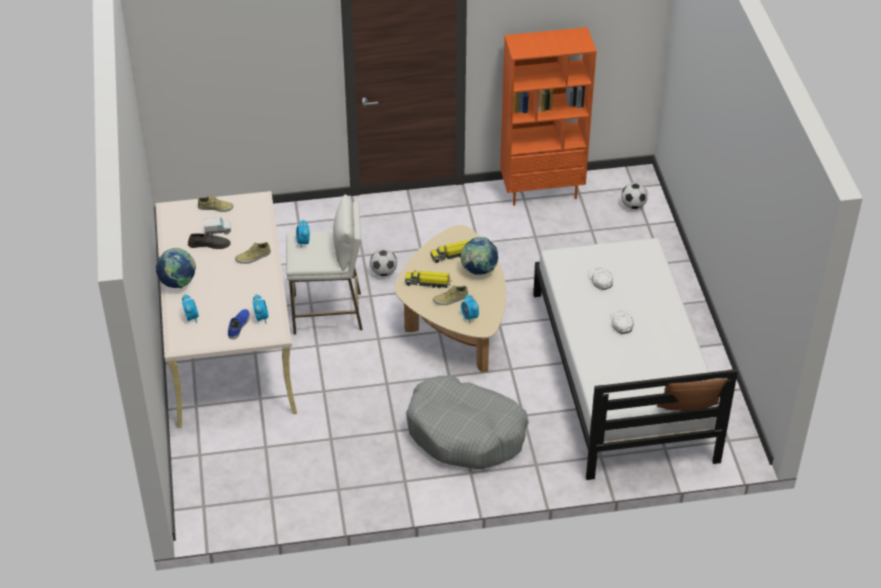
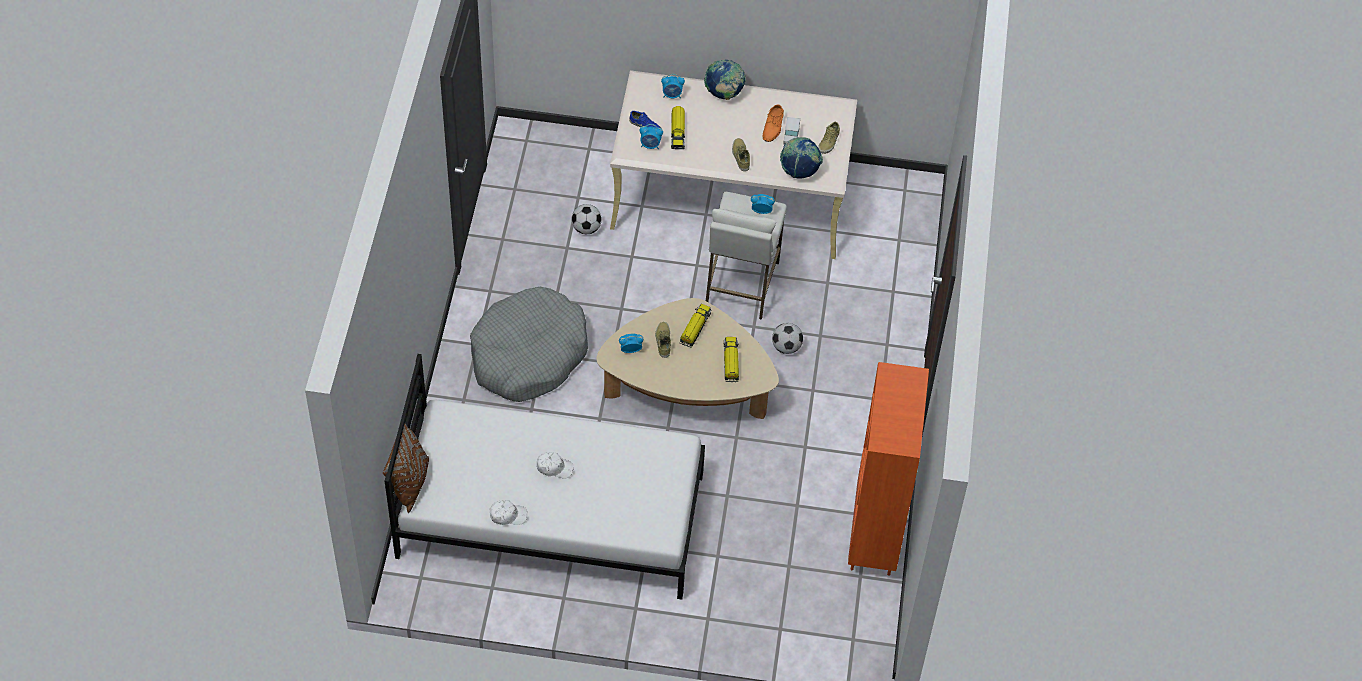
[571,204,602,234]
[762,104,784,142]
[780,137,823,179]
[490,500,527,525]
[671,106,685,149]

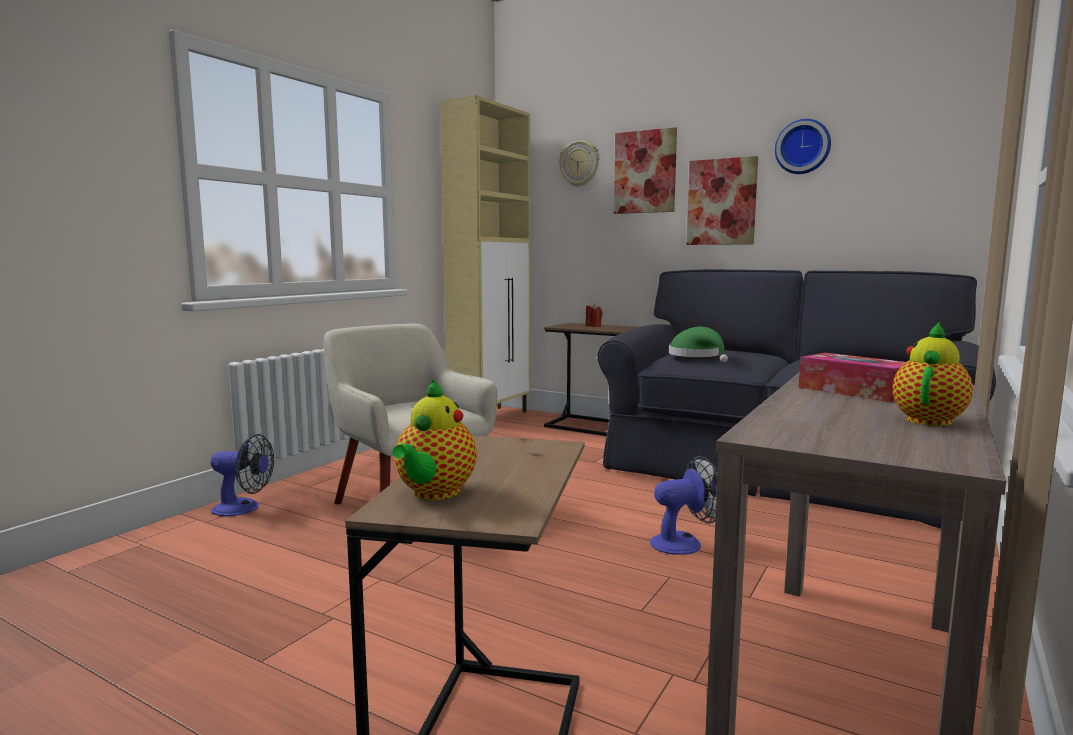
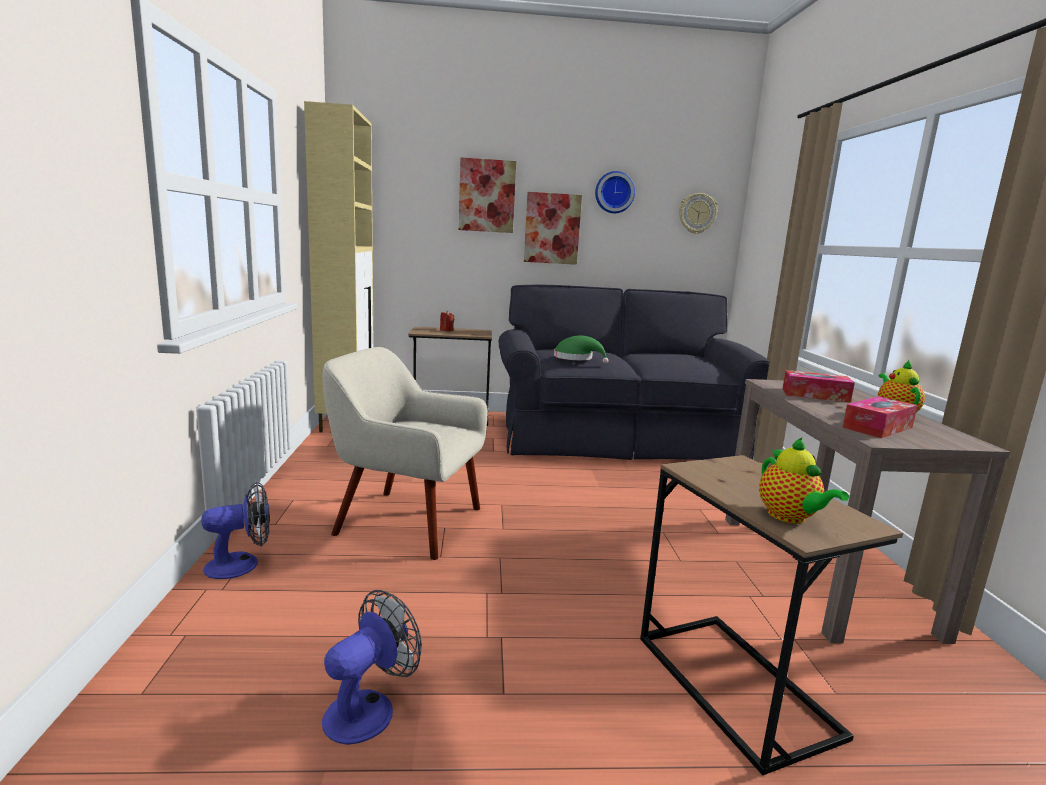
[679,193,718,234]
[322,590,422,745]
[842,396,918,438]

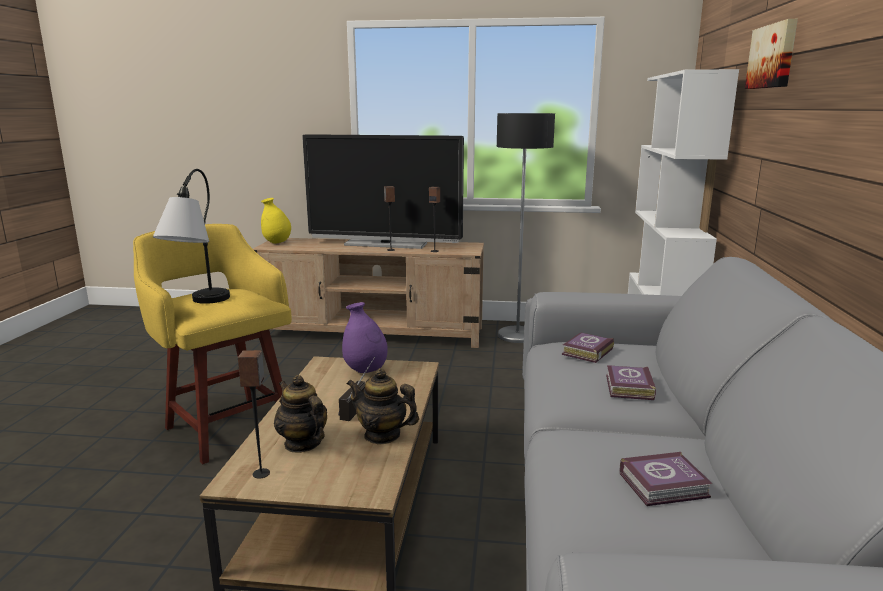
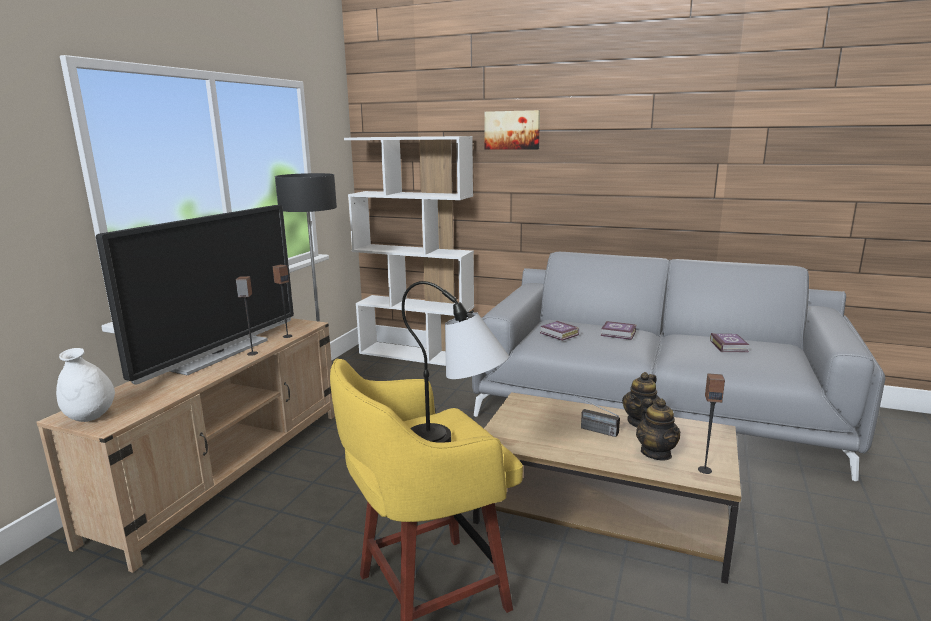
[56,348,115,422]
[342,302,388,373] (first image)
[636,398,680,461]

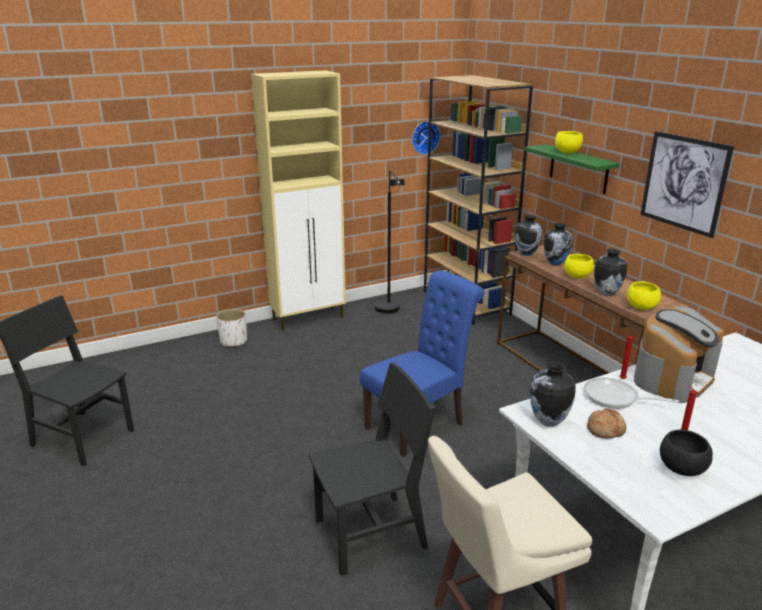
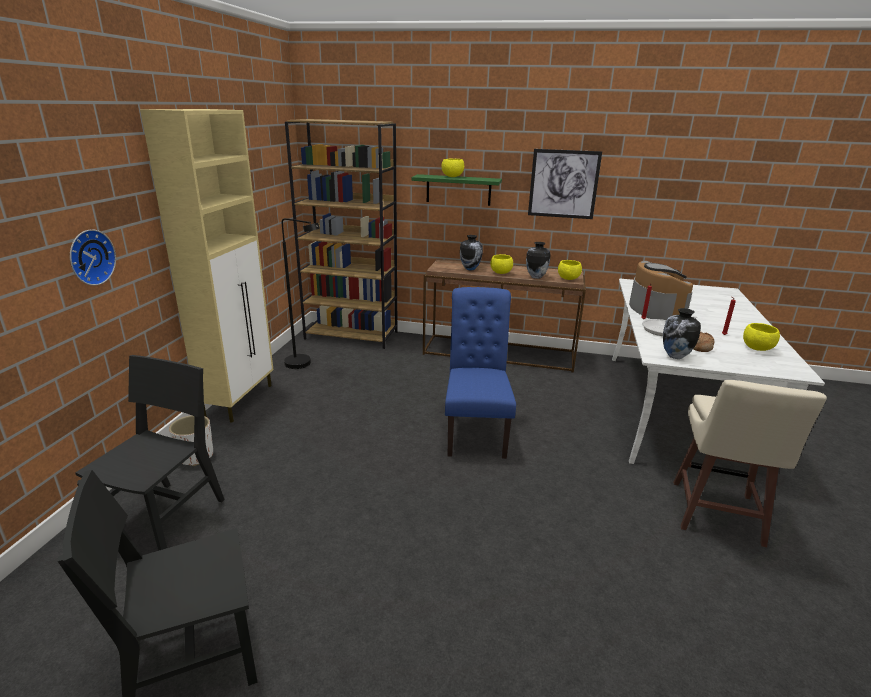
[70,229,116,286]
[515,215,542,256] (first image)
[75,355,225,551]
[743,323,780,351]

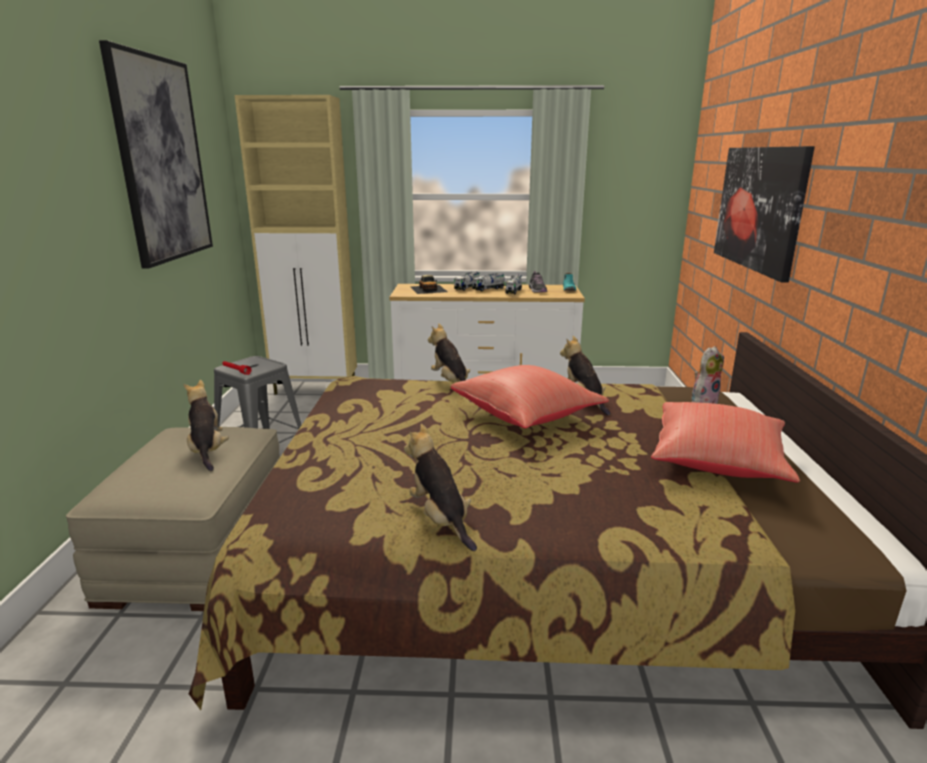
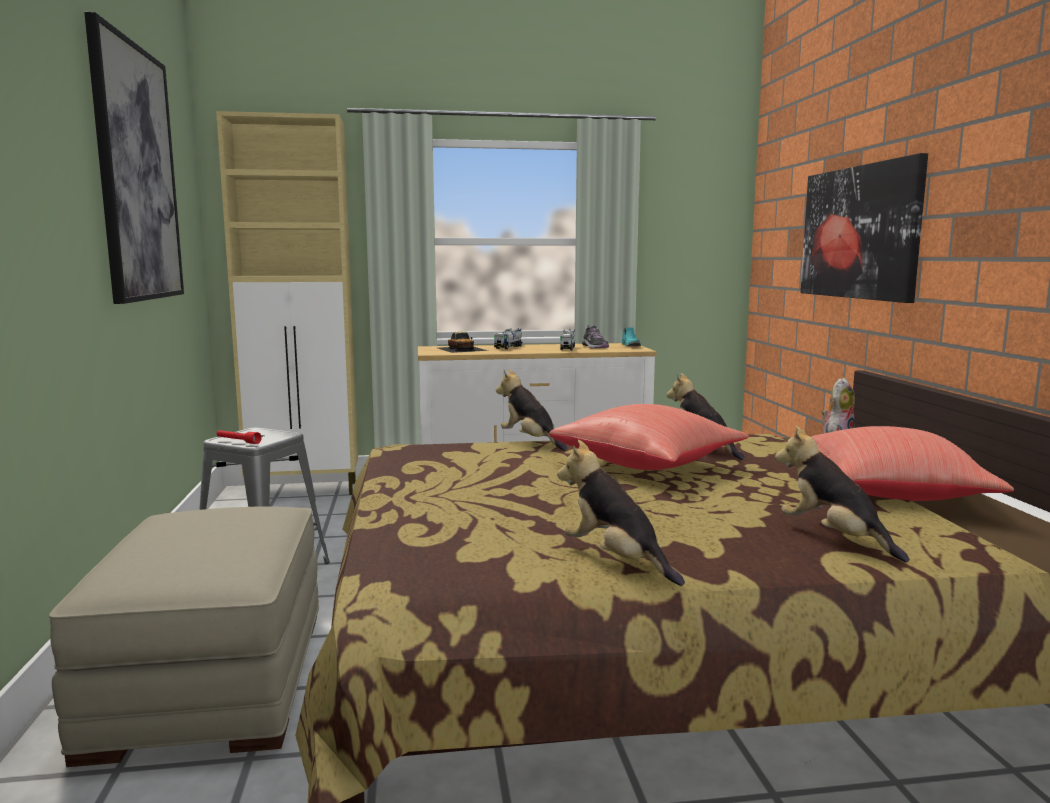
[472,273,505,291] (first image)
[775,426,909,562]

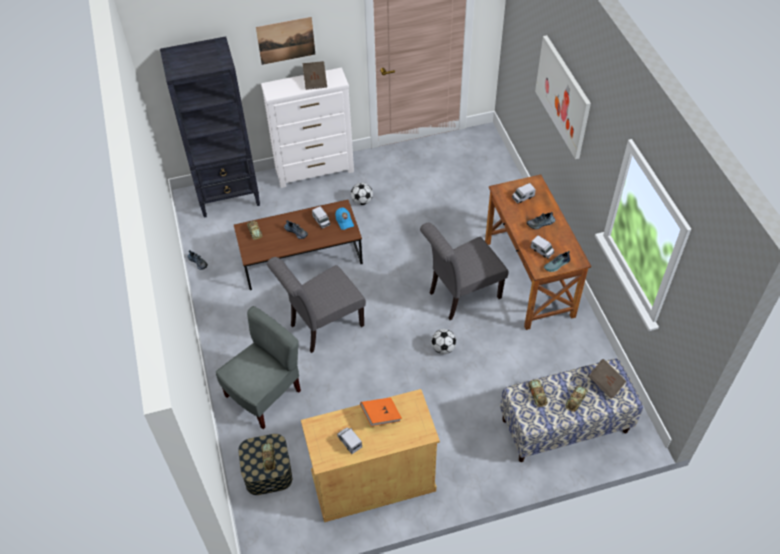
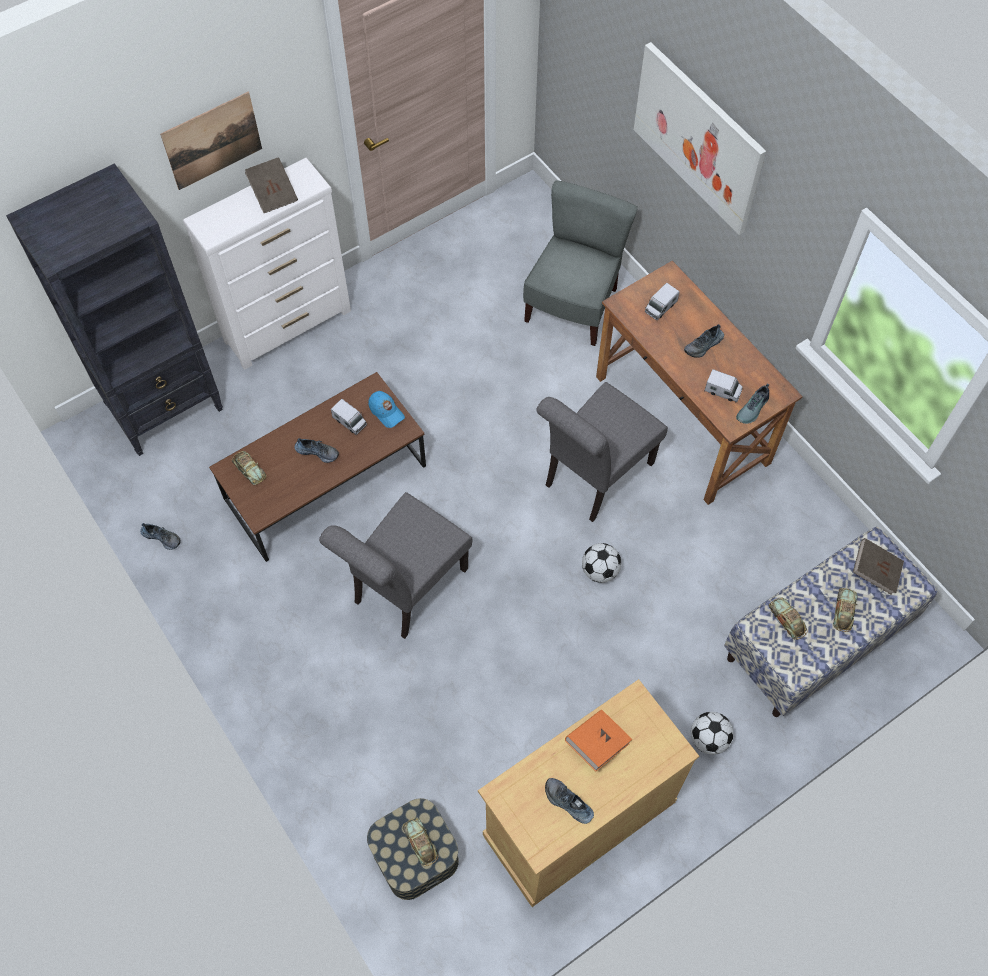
[691,712,734,755]
[523,180,638,346]
[545,778,594,824]

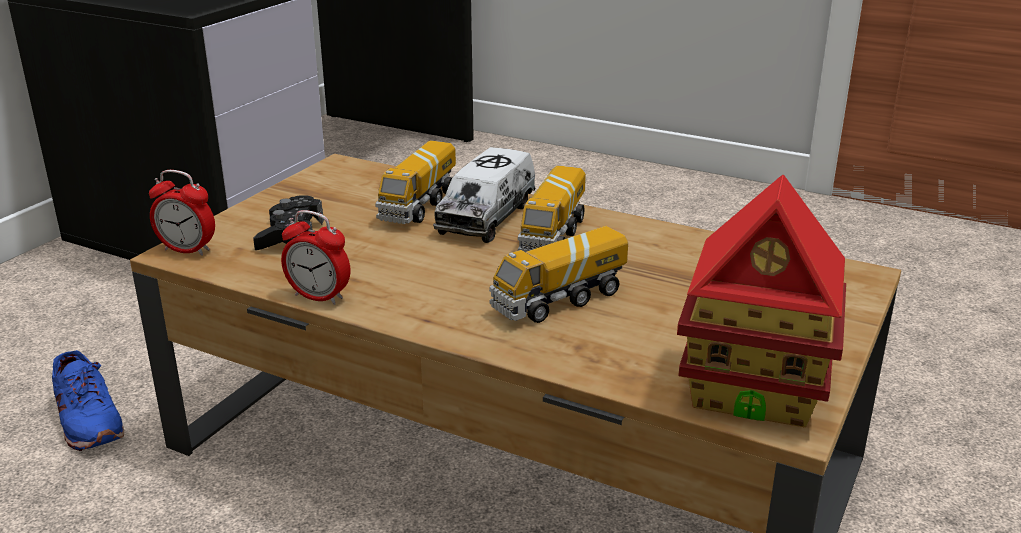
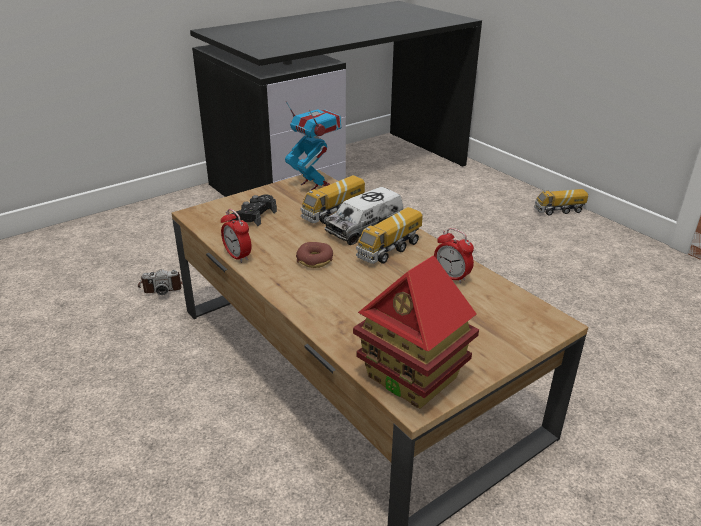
[434,228,474,284]
[534,189,588,216]
[138,269,183,295]
[285,101,341,190]
[296,242,333,268]

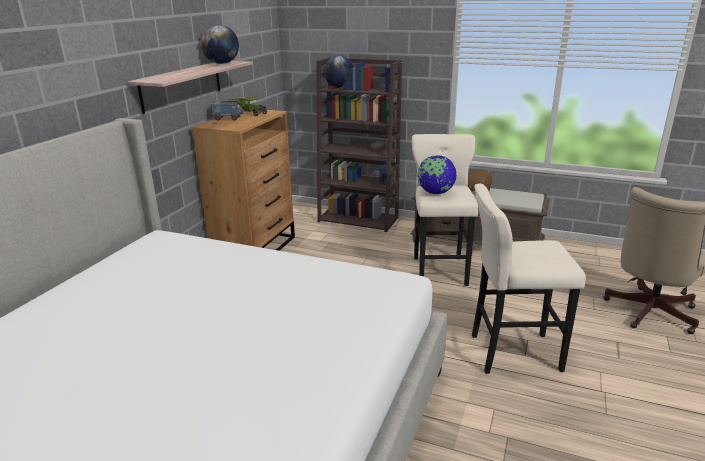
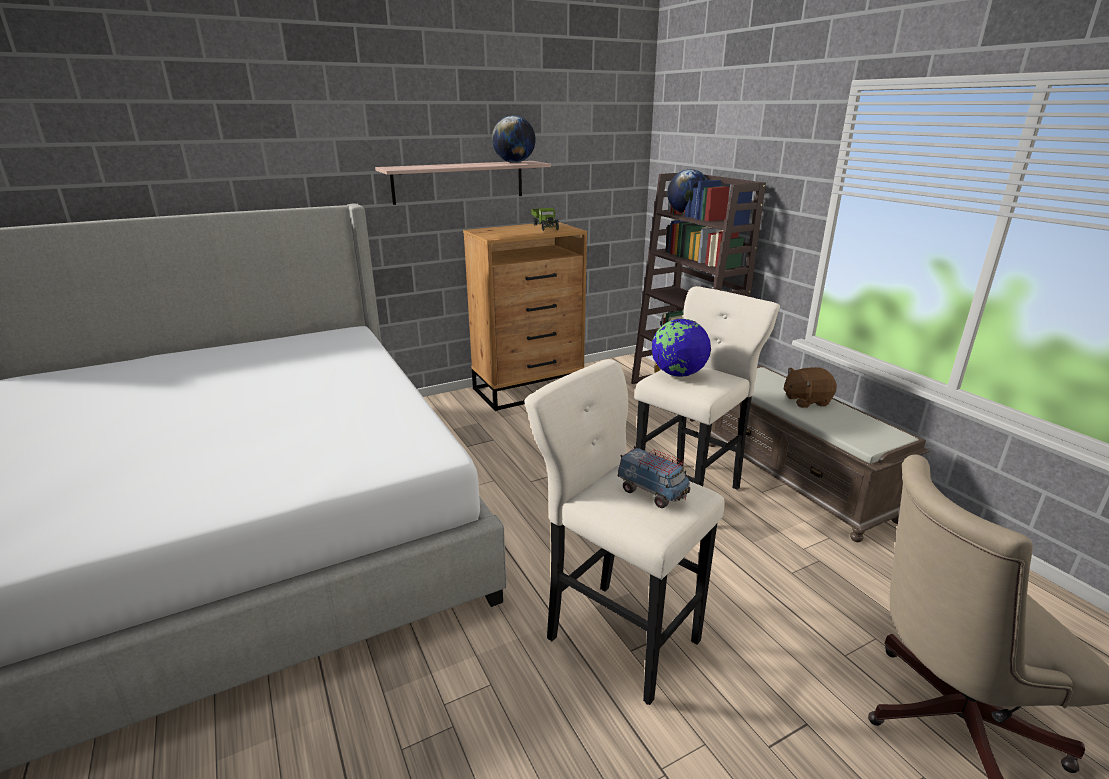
[618,446,690,508]

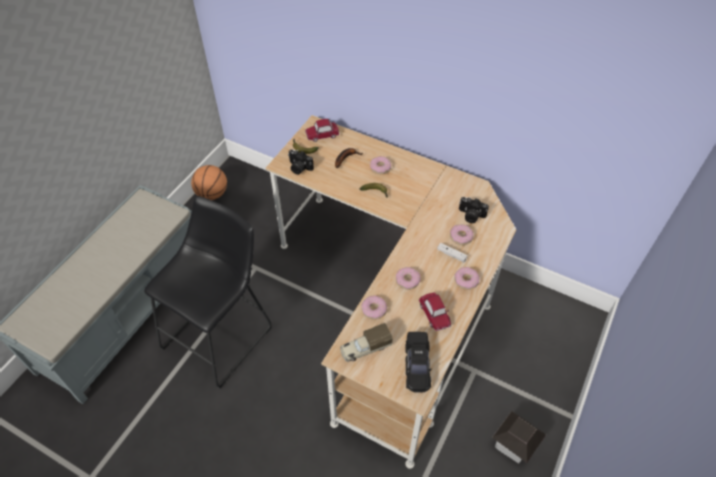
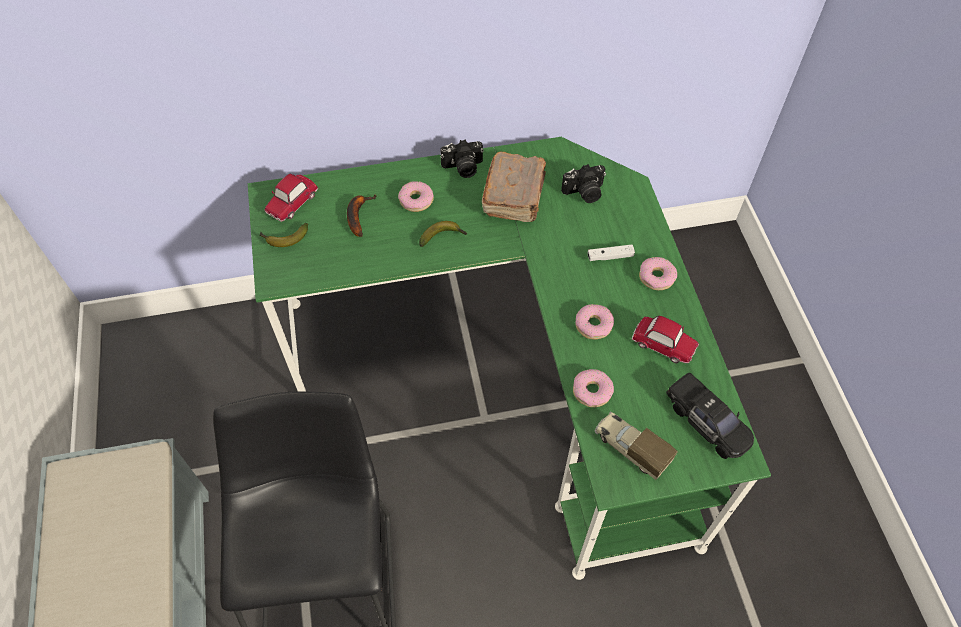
[248,137,771,580]
[440,139,484,178]
[191,165,227,200] (first image)
[450,224,473,245] (first image)
[595,411,678,480]
[492,411,546,463] (first image)
[482,151,546,222]

